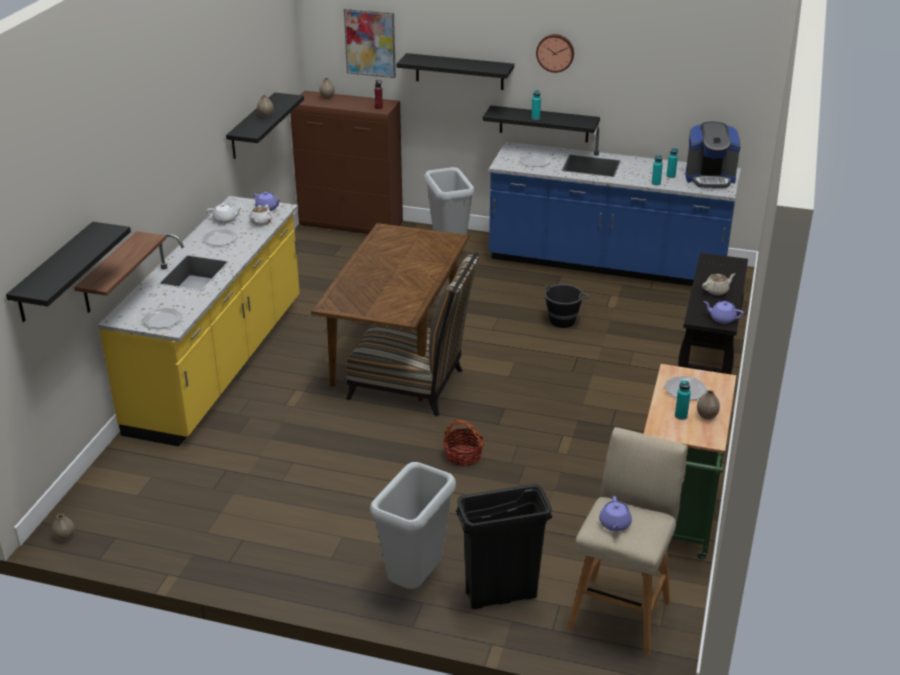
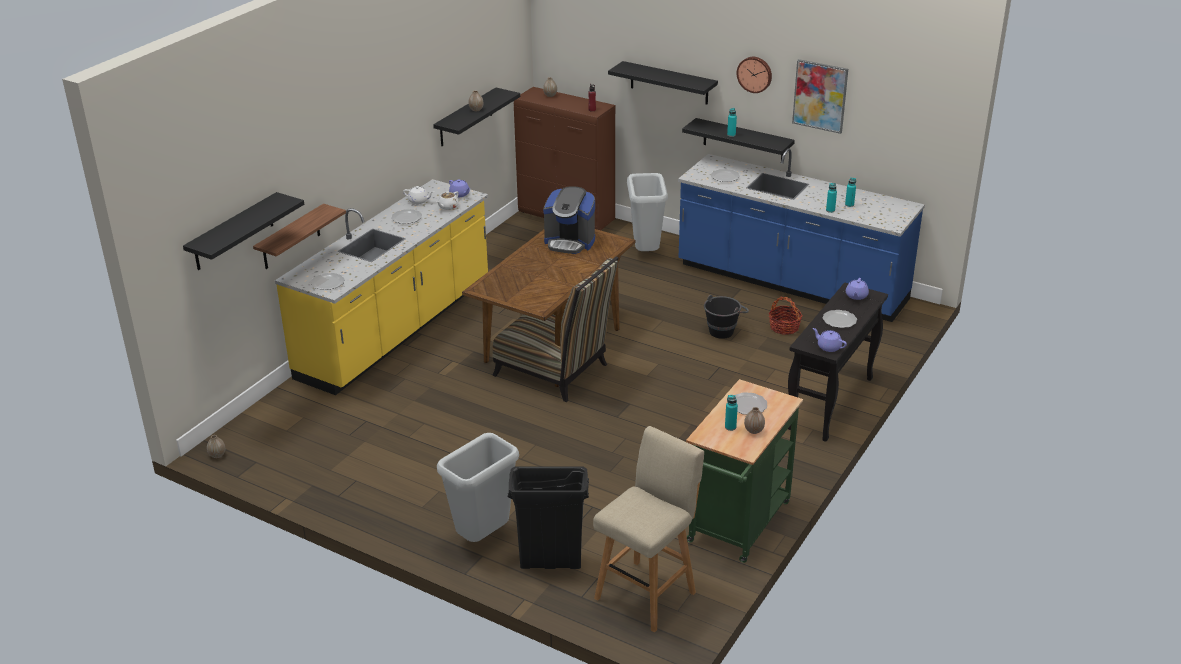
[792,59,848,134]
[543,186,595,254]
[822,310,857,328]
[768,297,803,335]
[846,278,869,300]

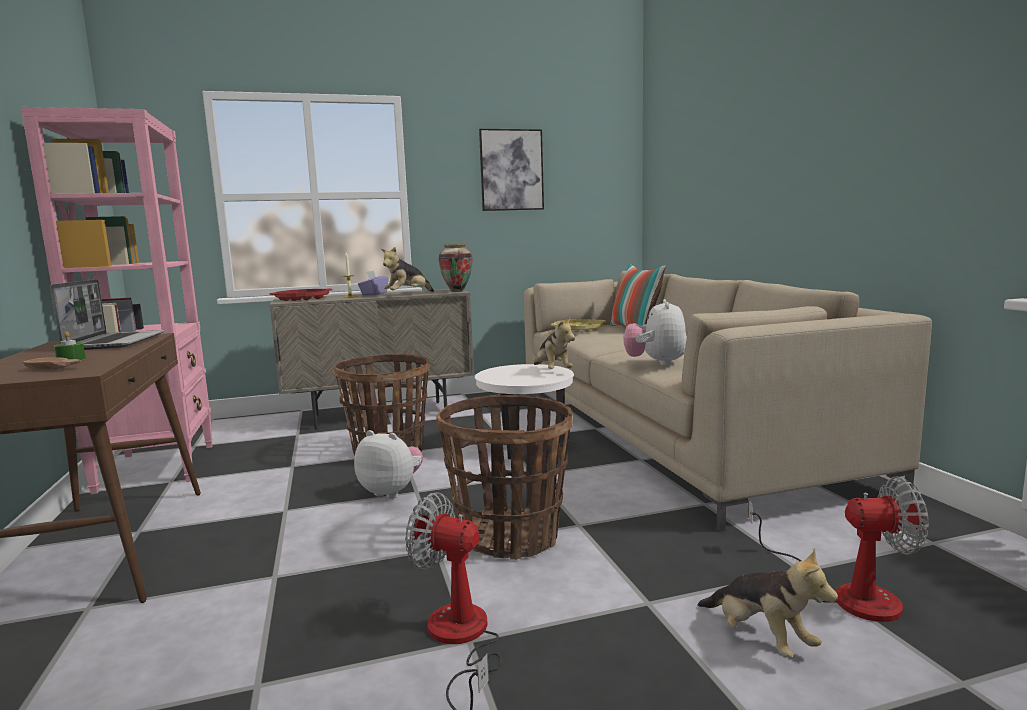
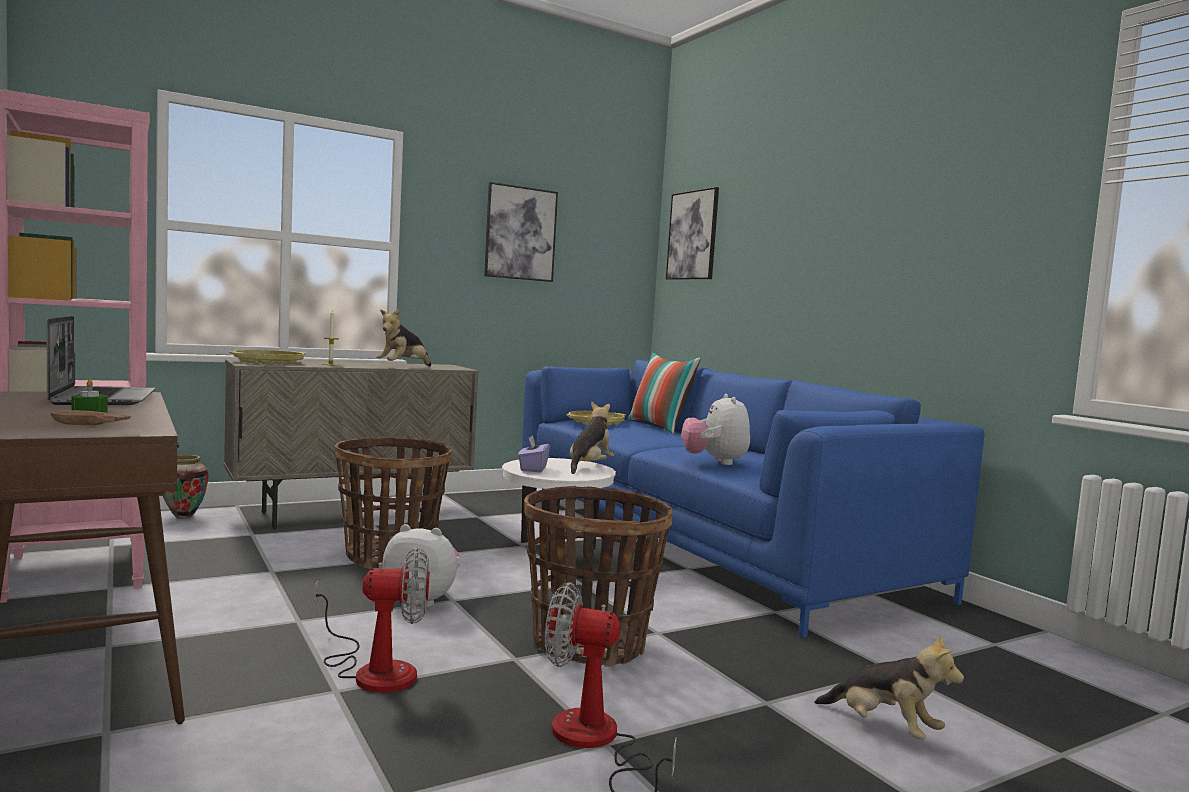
[163,455,209,519]
[518,435,550,472]
[522,360,984,637]
[230,350,307,364]
[570,401,614,474]
[314,548,429,693]
[666,187,719,280]

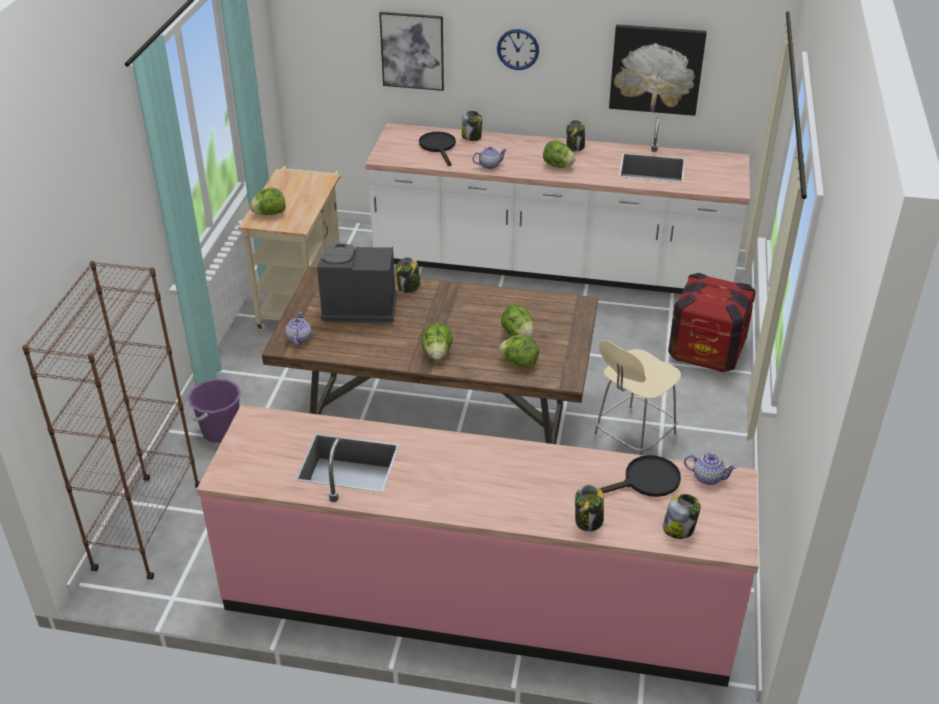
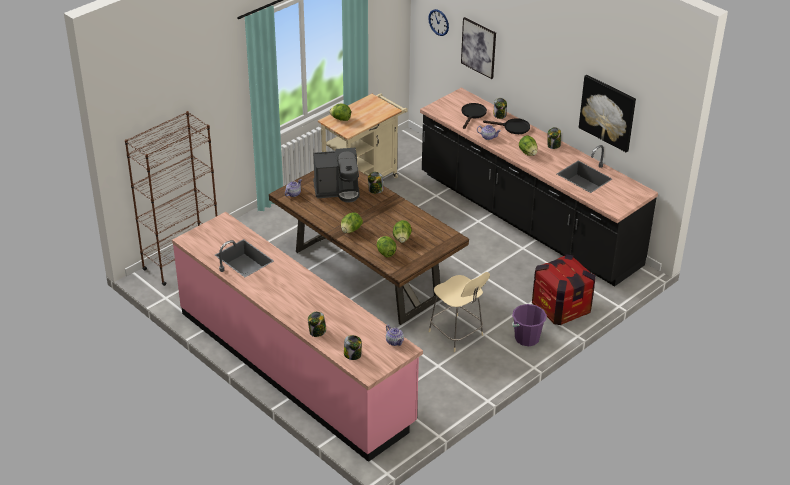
[428,9,449,36]
[420,88,658,287]
[313,148,360,203]
[429,272,490,352]
[512,304,547,346]
[483,118,530,134]

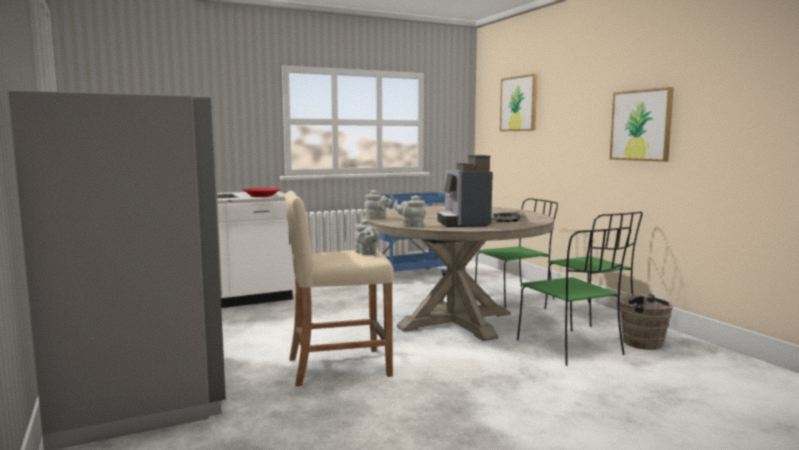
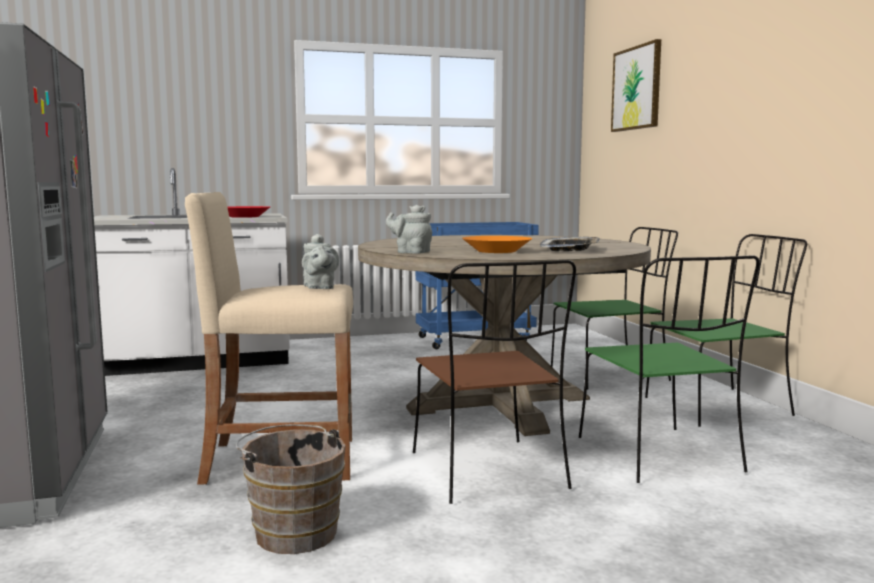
[610,87,674,162] (first image)
[462,236,532,253]
[364,190,394,218] (first image)
[645,234,807,427]
[236,424,346,554]
[413,260,576,504]

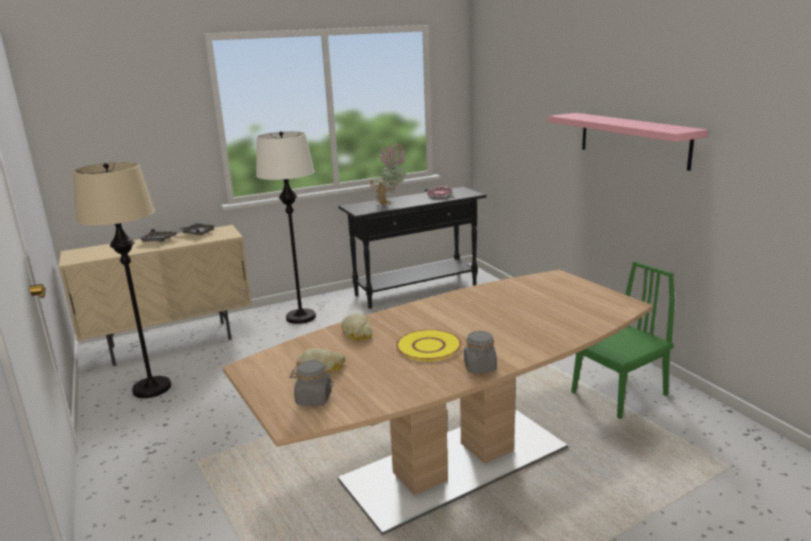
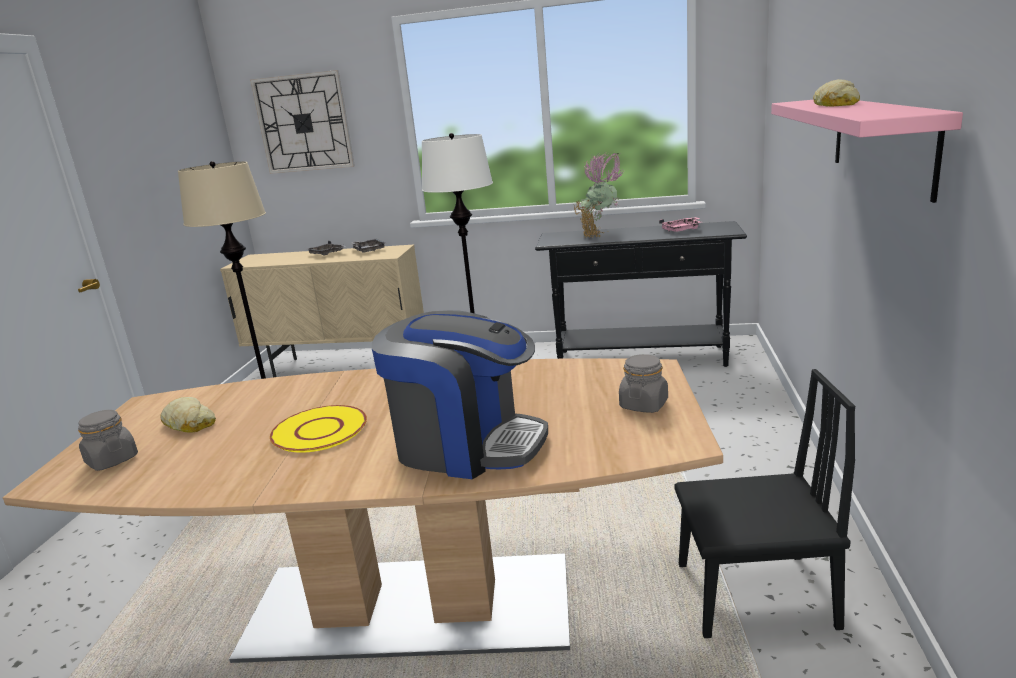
[674,369,855,638]
[813,79,860,107]
[619,354,668,413]
[250,70,355,174]
[372,310,548,479]

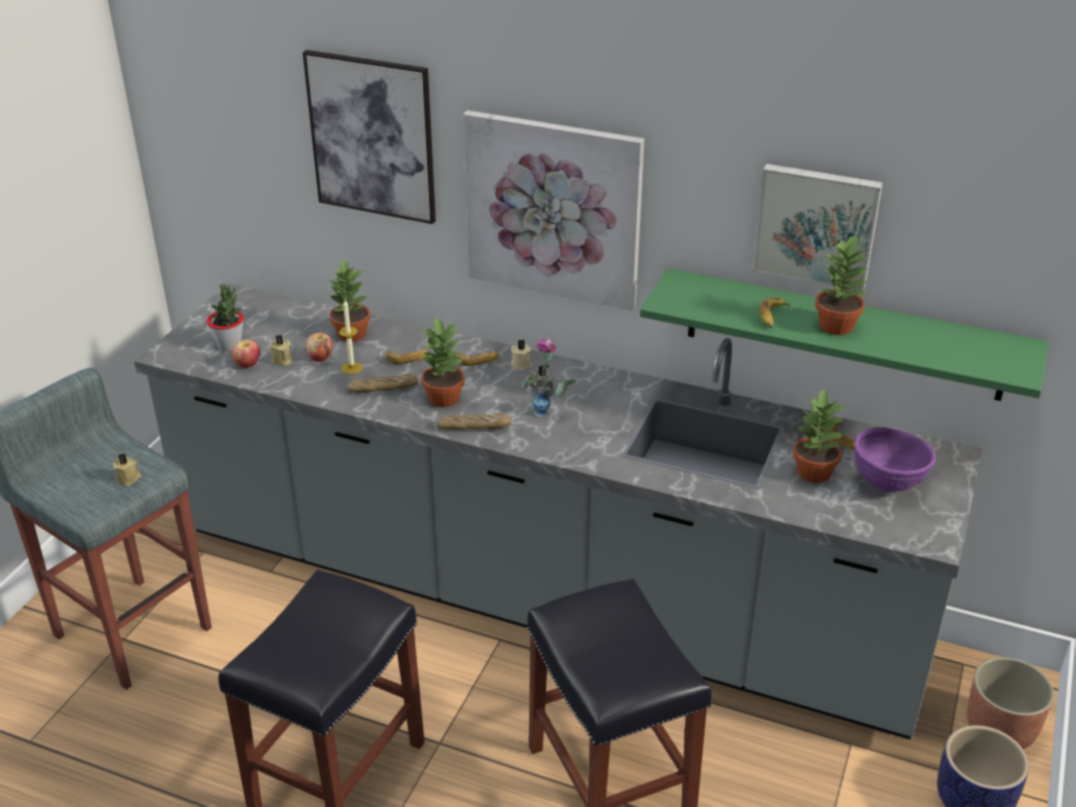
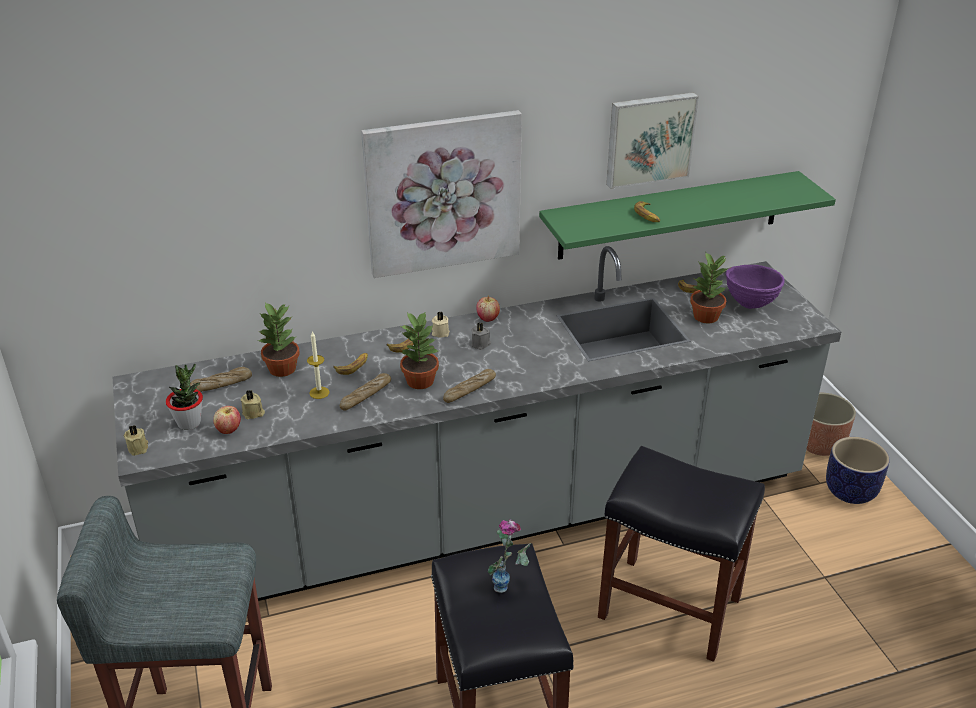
[303,50,436,224] (first image)
[815,234,869,335] (first image)
[476,296,500,322]
[488,519,531,593]
[124,425,148,456]
[190,367,252,392]

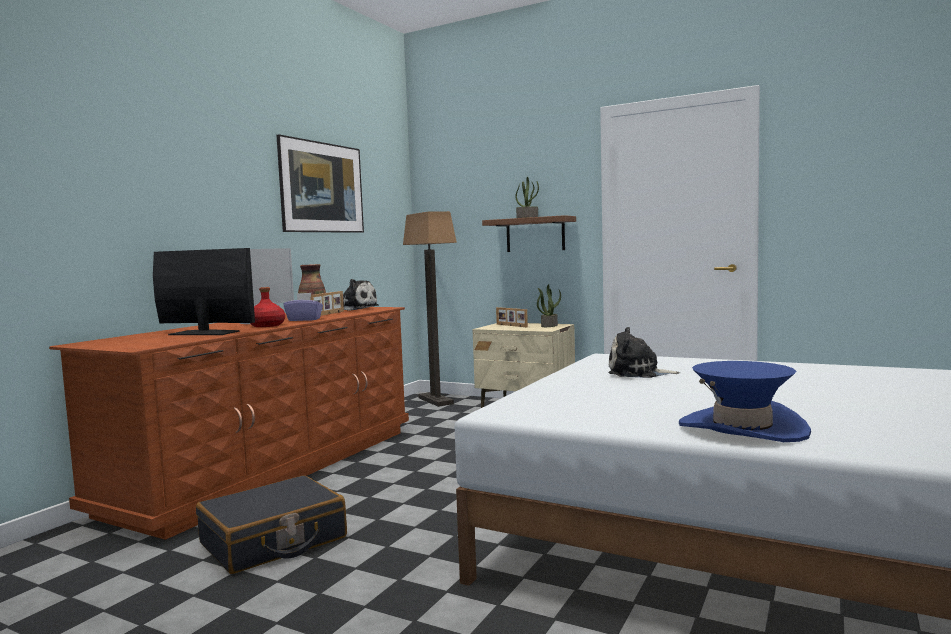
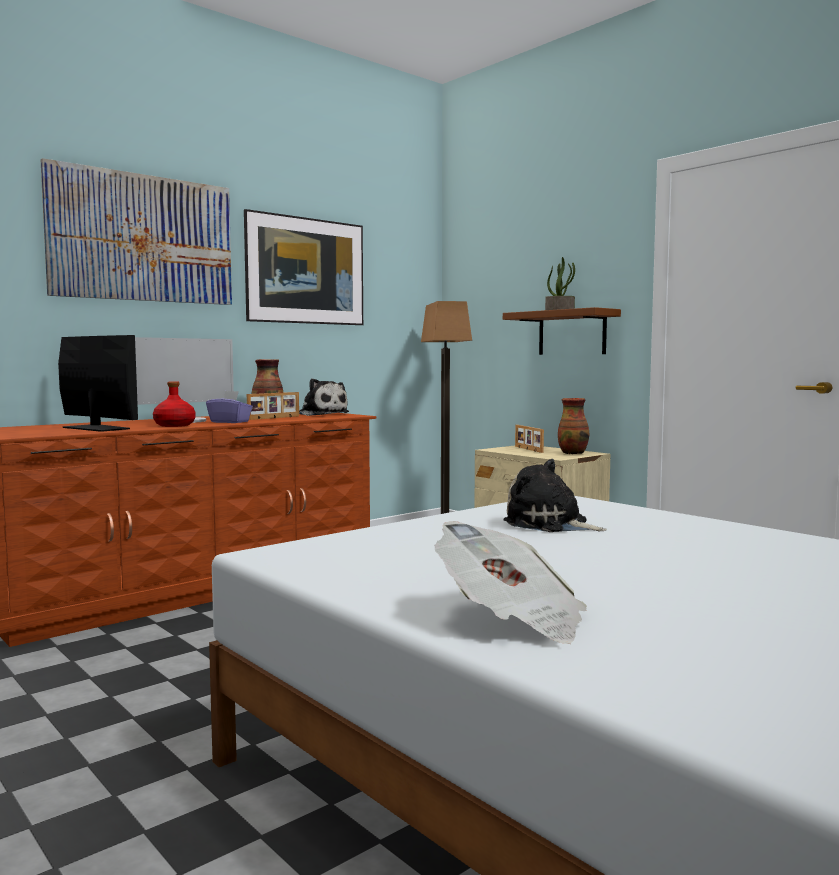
[558,398,589,454]
[434,521,587,644]
[196,475,347,574] (first image)
[41,158,232,305]

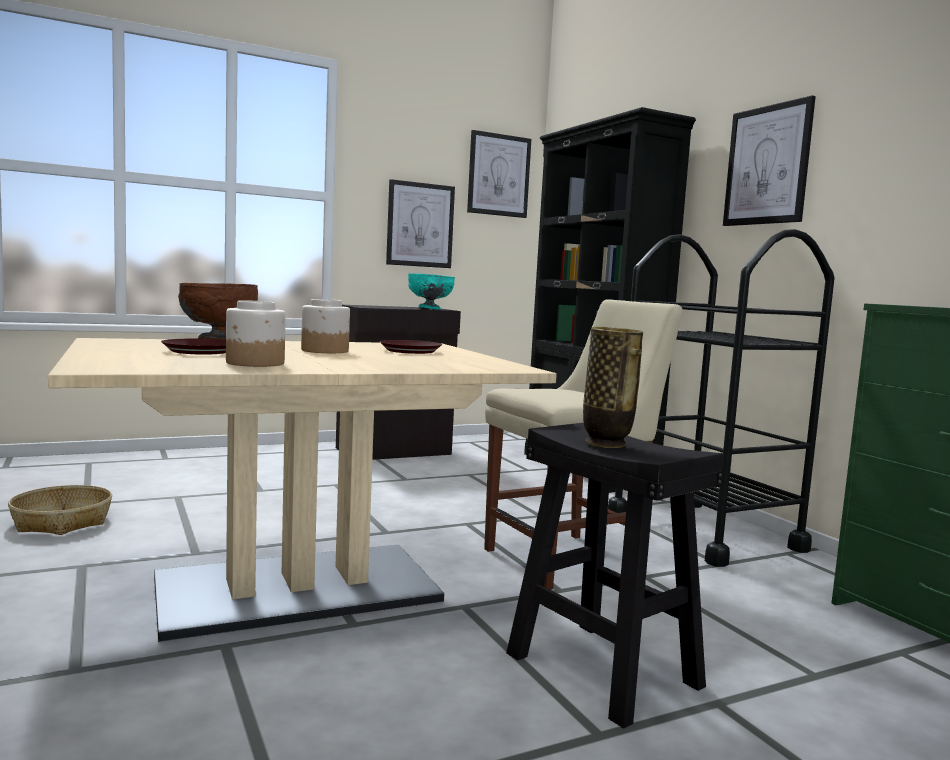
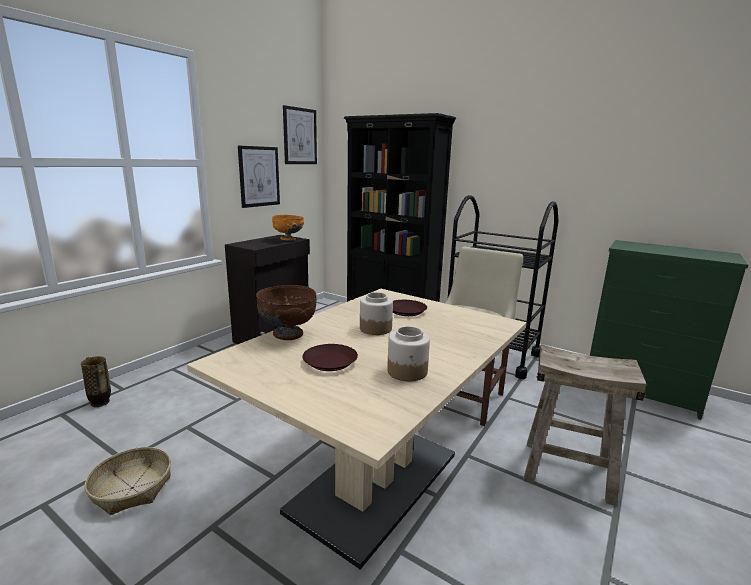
[723,95,816,226] (first image)
[272,215,304,241]
[81,356,111,407]
[523,344,646,506]

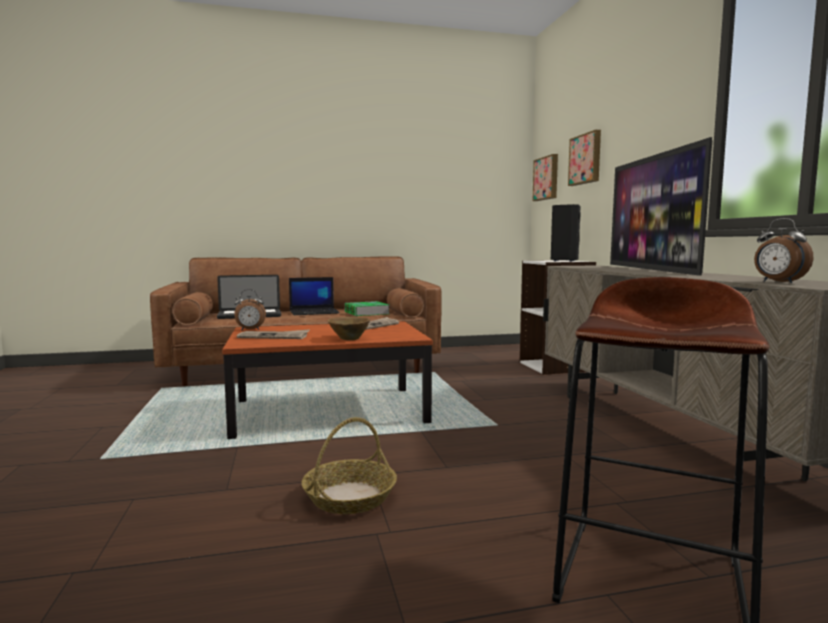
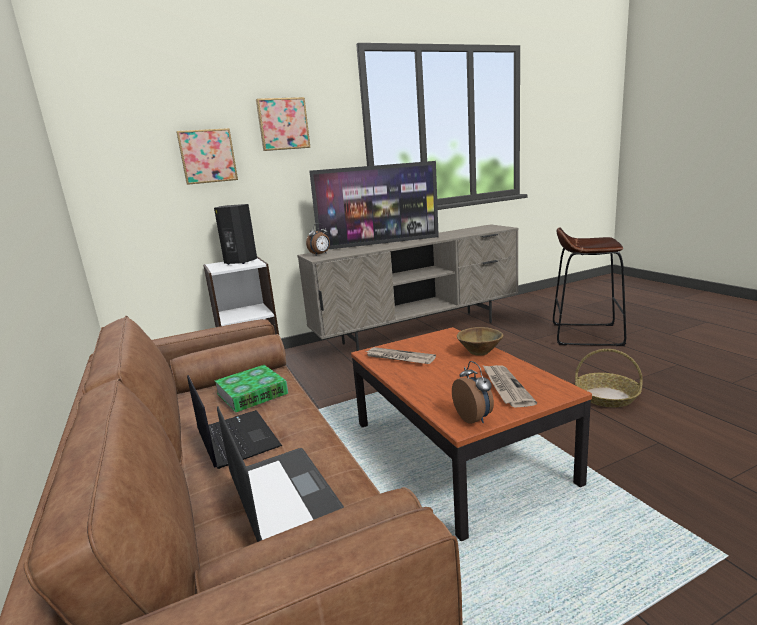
[256,97,311,151]
[306,223,330,255]

